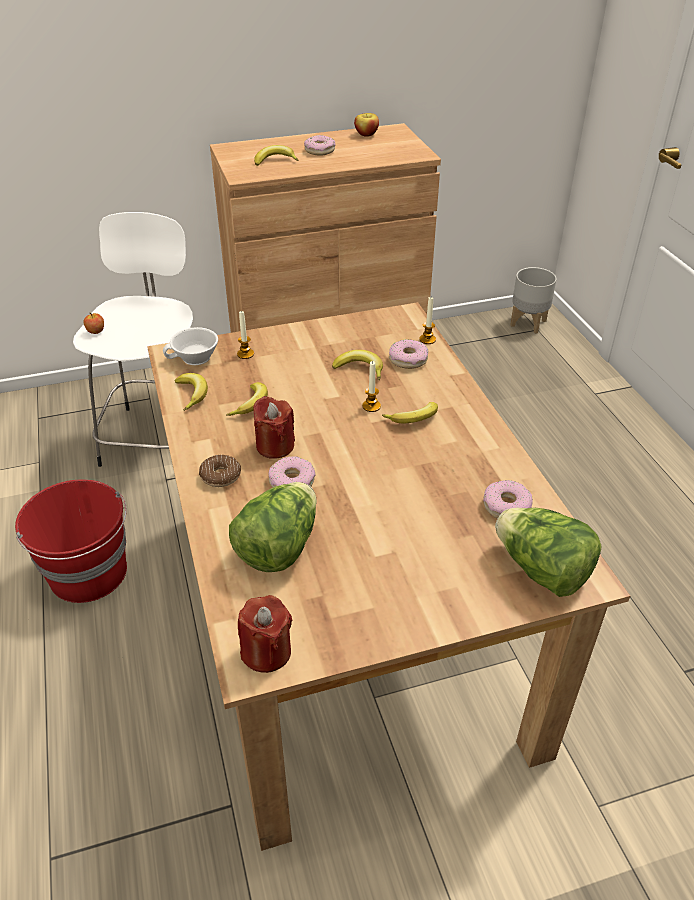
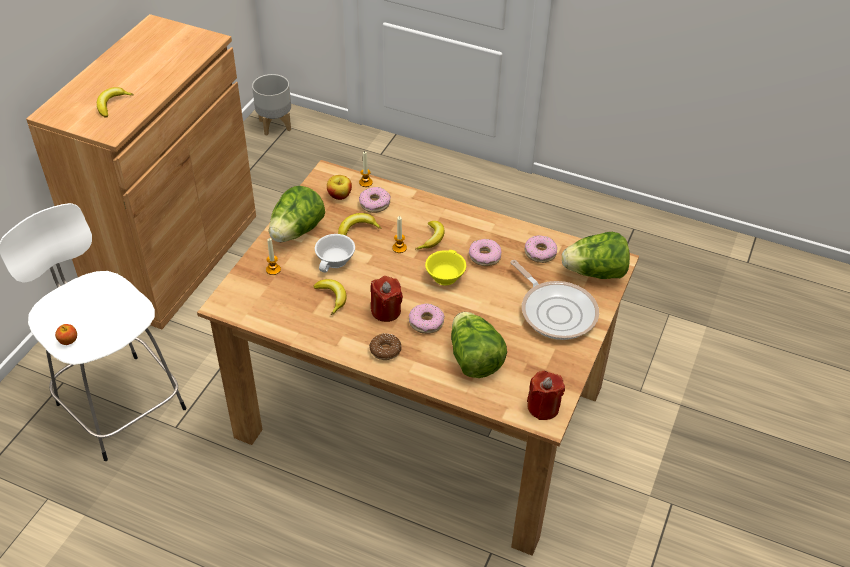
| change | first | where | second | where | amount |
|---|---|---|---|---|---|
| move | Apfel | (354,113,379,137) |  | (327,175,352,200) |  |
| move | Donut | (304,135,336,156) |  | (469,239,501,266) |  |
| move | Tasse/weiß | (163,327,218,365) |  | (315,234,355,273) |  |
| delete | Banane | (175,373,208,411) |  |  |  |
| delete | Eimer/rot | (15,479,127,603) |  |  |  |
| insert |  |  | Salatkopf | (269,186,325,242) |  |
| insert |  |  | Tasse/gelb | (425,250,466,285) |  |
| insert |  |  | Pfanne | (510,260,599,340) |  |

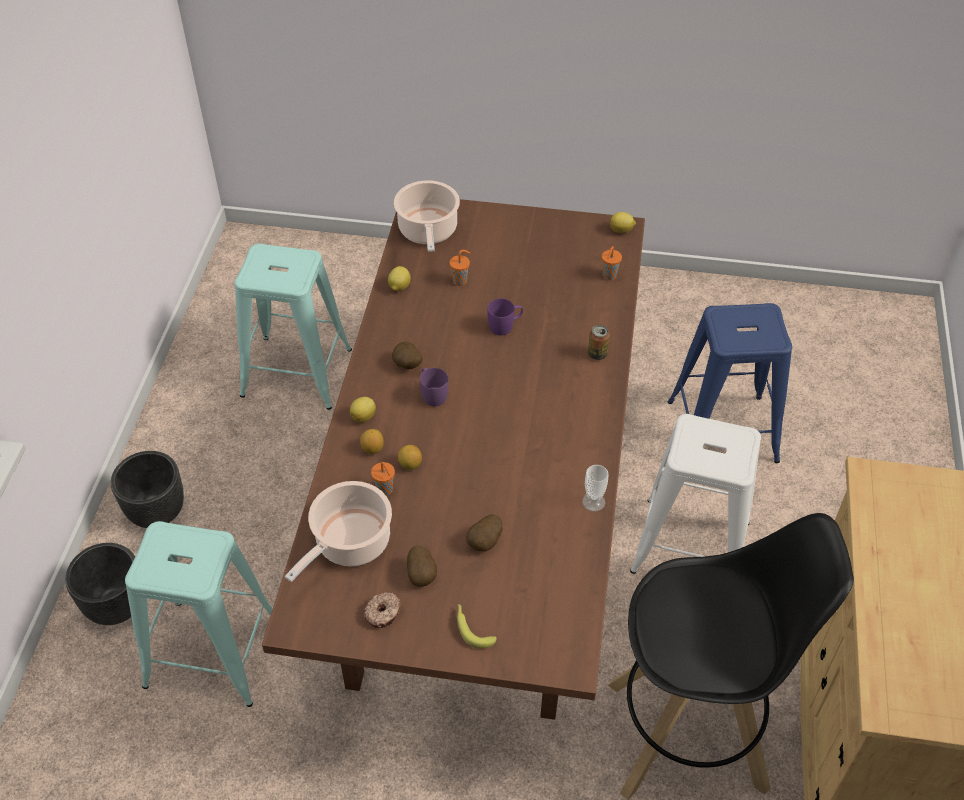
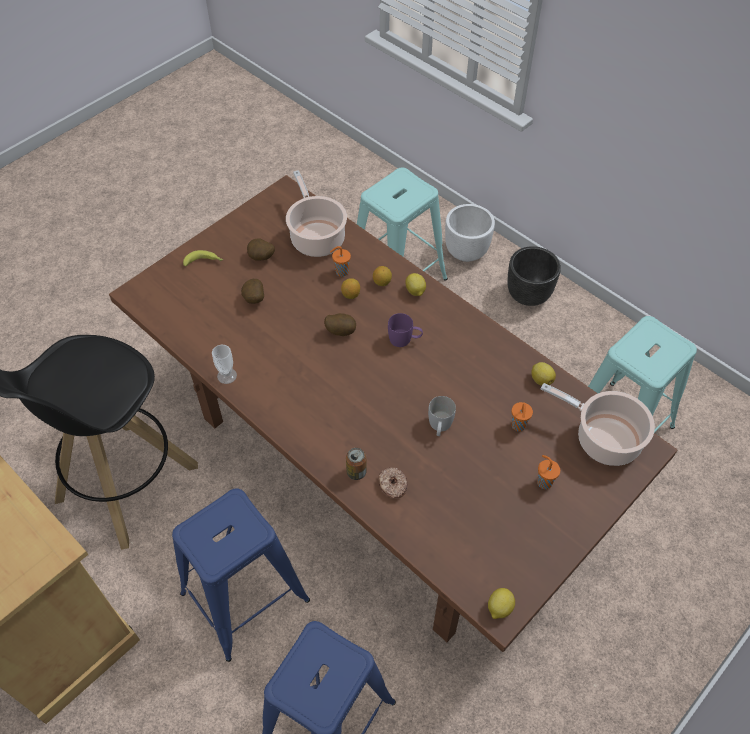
| change | first | where | second | where | amount |
|---|---|---|---|---|---|
| move | Tasse/orange | (602,246,622,280) |  | (537,455,560,489) |  |
| recolor | Henkelbecher/lila | (487,298,523,335) | Henkelbecher/weiß | (428,396,456,436) |  |
| move | Kartoffel | (392,342,423,369) |  | (324,313,356,336) |  |
| recolor | Hocker/weiß | (630,414,761,574) | Hocker/blau | (172,488,310,662) |  |
| recolor | Pflanzkübel/schwarz | (65,543,135,625) | Pflanzkübel/weiß | (445,204,495,262) |  |
| move | Donut | (364,592,401,628) |  | (378,467,407,499) |  |

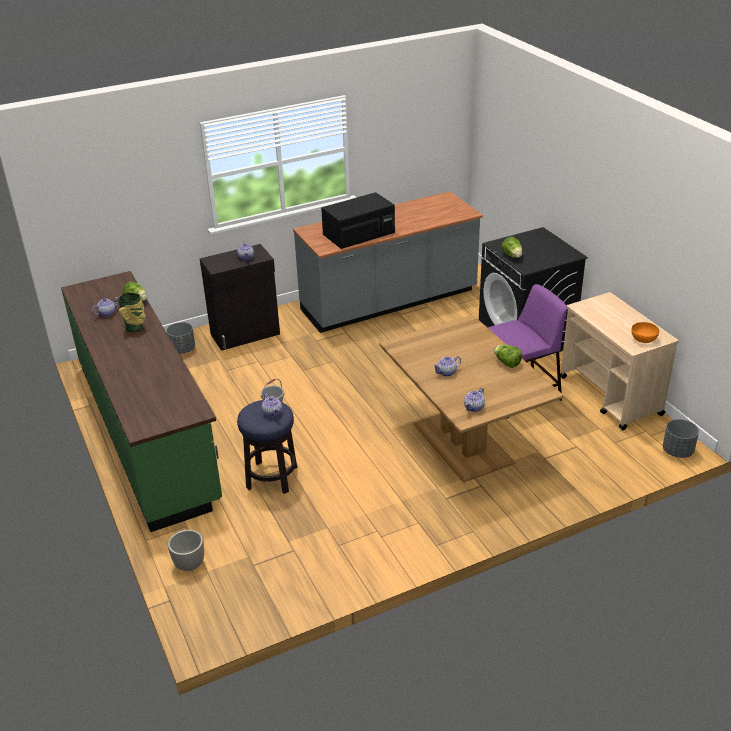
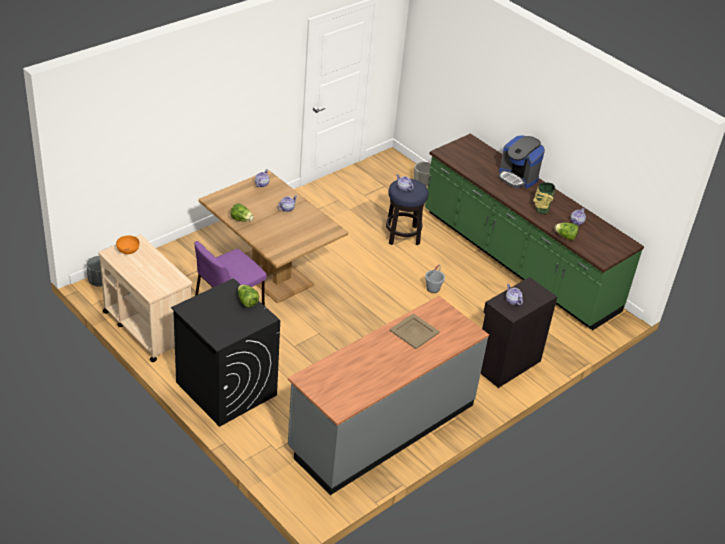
| change | first | where | second | where | amount |
|---|---|---|---|---|---|
| replace | Mikrowelle/schwarz | (321,192,395,249) | Tablett/beige | (389,313,440,349) |  |
| delete | Pflanzkübel/grau | (166,322,195,354) |  |  |  |
| insert |  |  | Kaffeemaschine | (498,135,545,189) |  |

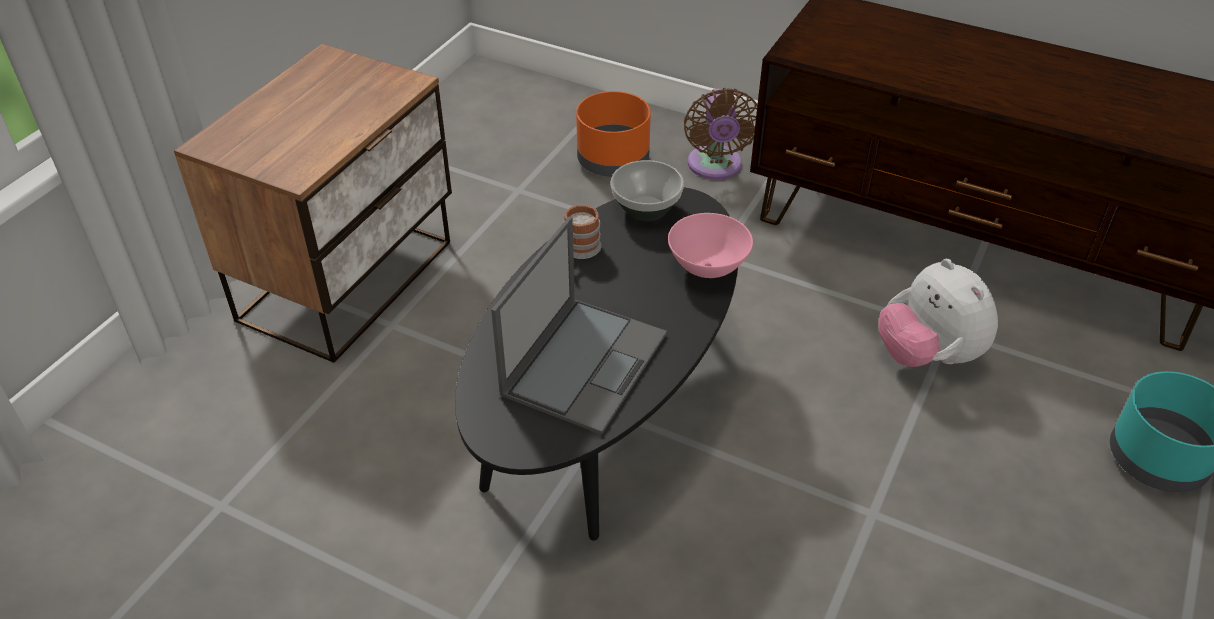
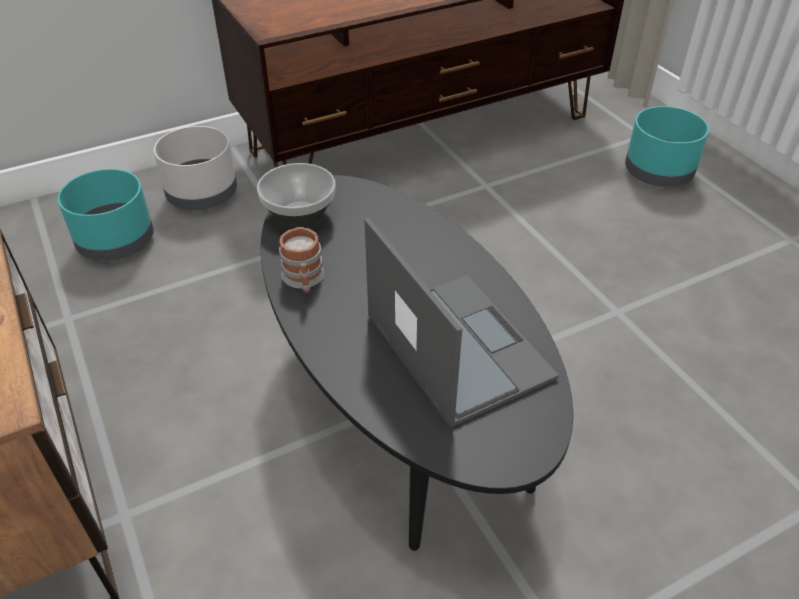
| change | first | where | second | where | amount |
|---|---|---|---|---|---|
| replace | Ventilator/braun | (684,88,757,180) | Pflanzkübel/grau | (154,126,237,210) |  |
| recolor | Pflanzkübel/orange | (576,91,651,177) | Pflanzkübel/türkis | (57,169,154,261) |  |
| delete | Schüssel/rosa | (668,213,753,278) |  |  |  |
| delete | Plüschtier | (878,258,998,367) |  |  |  |

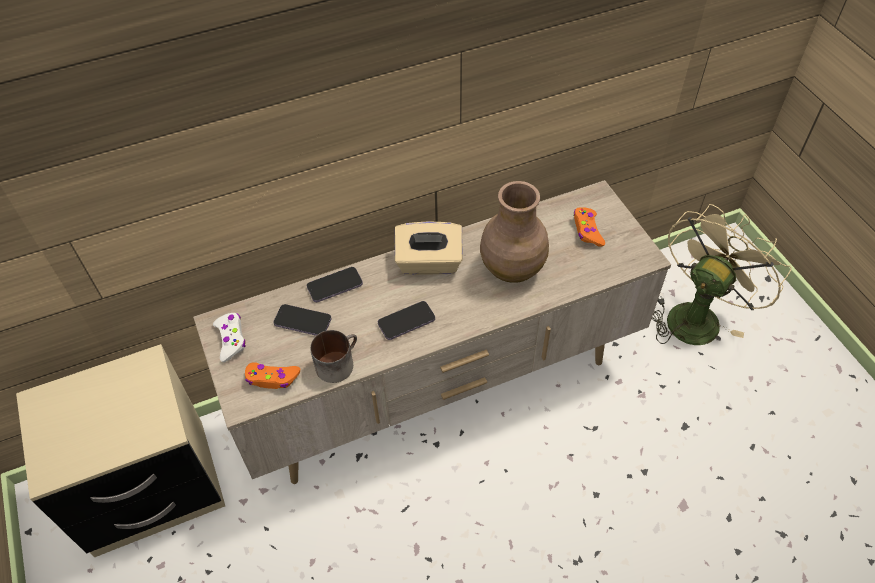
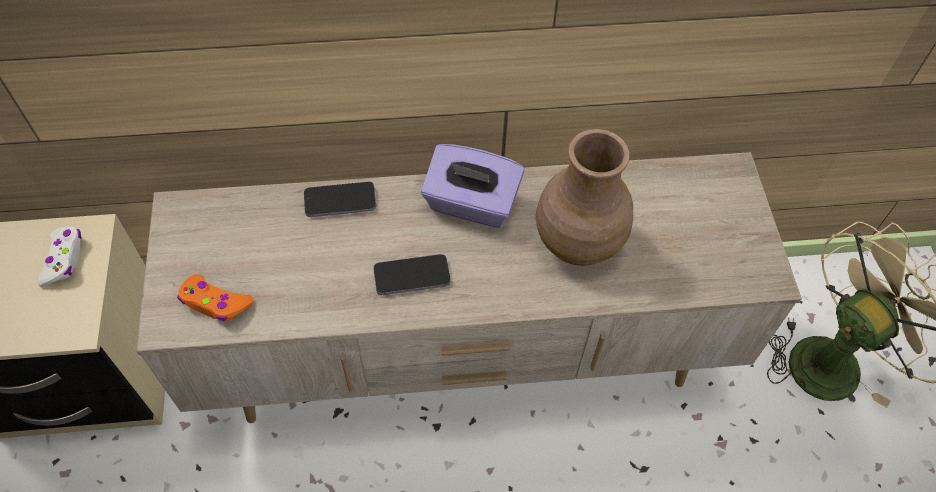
| change | first | where | second | where | amount |
|---|---|---|---|---|---|
| delete | Gamepad/orange | (574,207,605,247) |  |  |  |
| recolor | Taschentuchbox/beige | (395,221,462,275) | Taschentuchbox/lila | (421,144,524,228) |  |
| delete | Handy | (273,304,332,336) |  |  |  |
| move | Gamepad/weiß | (213,313,246,362) |  | (37,226,81,287) |  |
| delete | Henkelbecher | (310,330,357,383) |  |  |  |

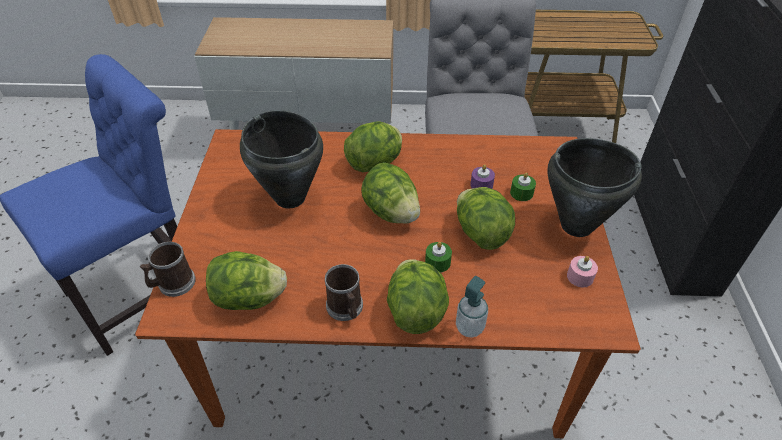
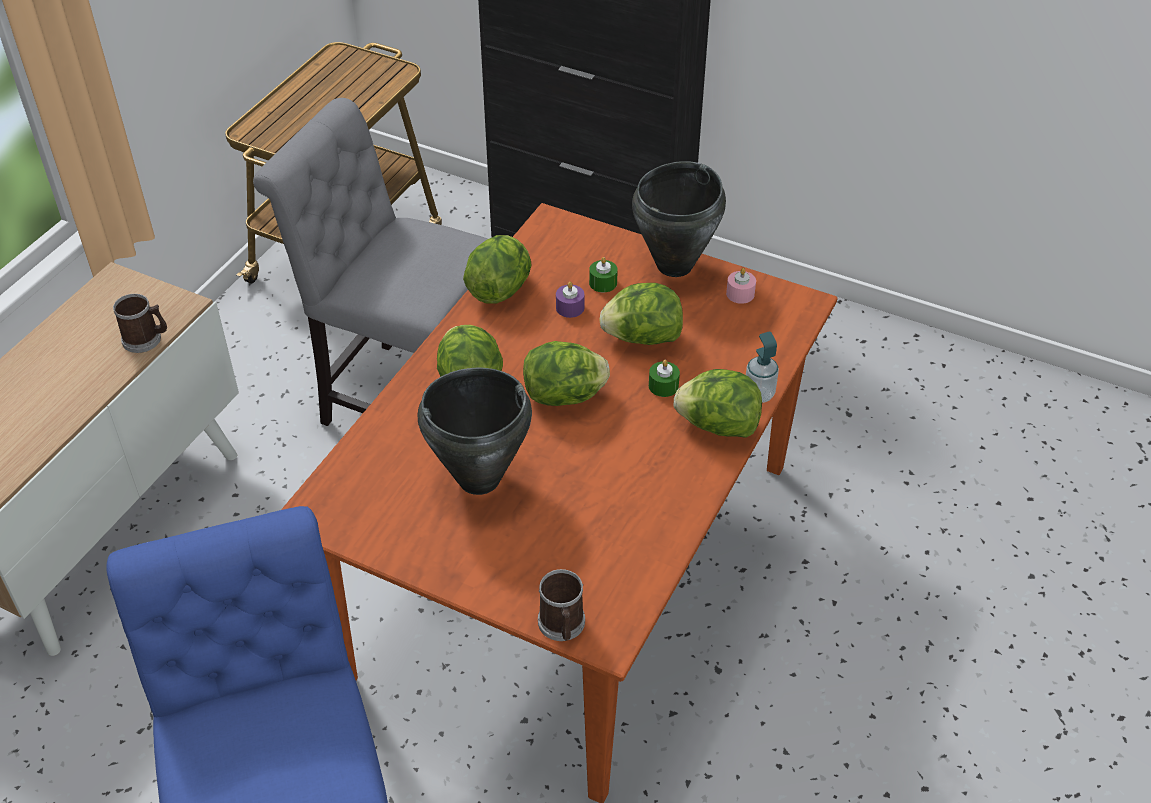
| change | first | where | second | where | amount |
|---|---|---|---|---|---|
| move | Salatkopf | (206,251,287,310) |  | (463,235,531,304) |  |
| move | Henkelbecher | (325,264,363,321) |  | (113,294,167,353) |  |

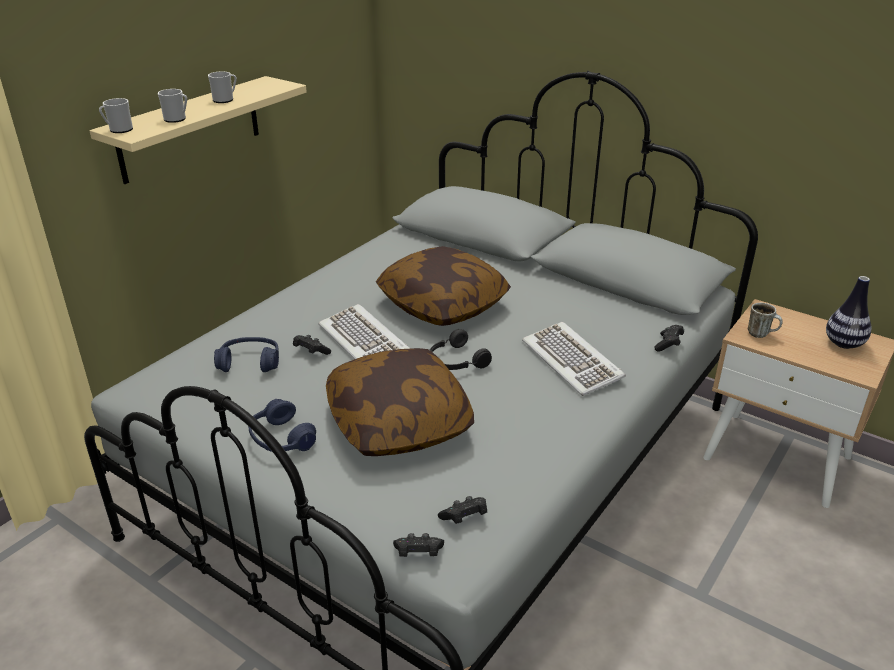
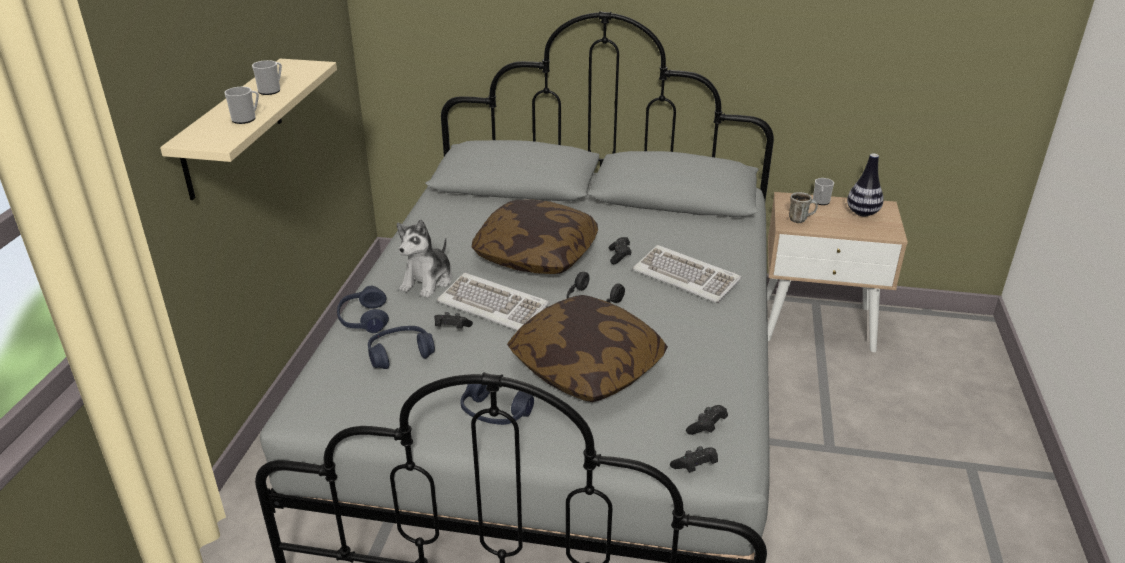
| change | first | where | second | where | amount |
|---|---|---|---|---|---|
| move | Henkelbecher | (99,98,133,133) |  | (813,178,834,205) |  |
| move | Gamepad/schwarz | (655,325,684,351) |  | (609,237,632,264) |  |
| insert |  |  | Plüschtier | (397,219,452,298) |  |
| insert |  |  | Kopfhörer/blau | (337,285,389,333) |  |

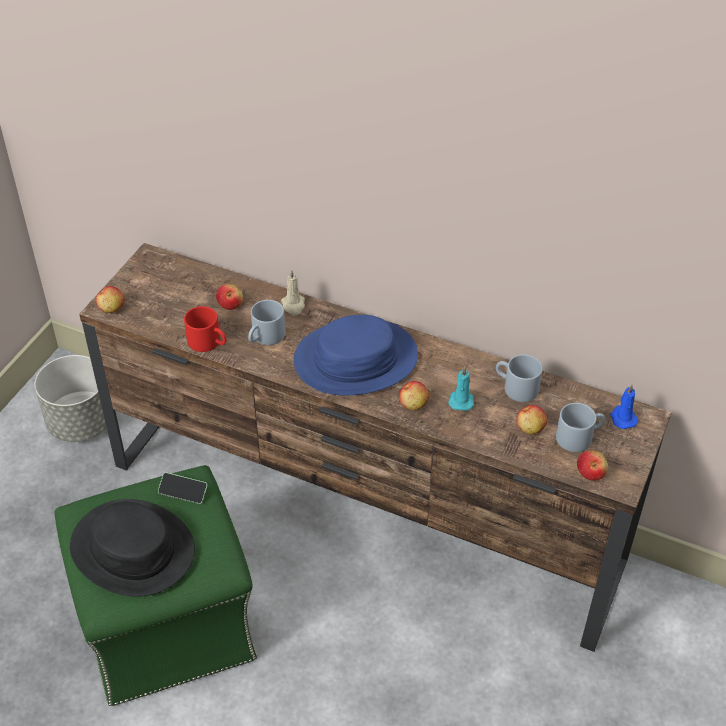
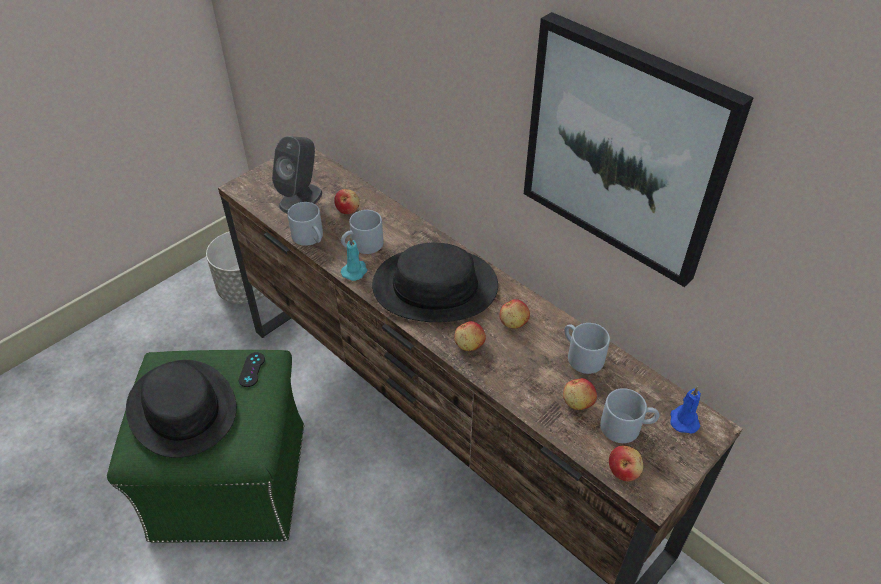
| change | first | where | second | where | amount |
|---|---|---|---|---|---|
| delete | Kerze/beige | (281,270,305,315) |  |  |  |
| move | Apfel | (96,286,125,313) |  | (499,299,530,329) |  |
| recolor | Henkelbecher/rot | (184,306,226,352) | Henkelbecher/grau | (287,202,323,246) |  |
| recolor | Hut/blau | (294,315,418,395) | Hut/schwarz | (372,243,498,322) |  |
| move | Kerze/türkis | (448,367,474,411) |  | (341,236,368,281) |  |
| replace | Handy | (158,472,207,504) | Gamepad/schwarz | (239,352,265,387) |  |
| insert |  |  | Bild | (524,12,754,287) |  |
| insert |  |  | Lautsprecher/grau | (272,136,322,213) |  |

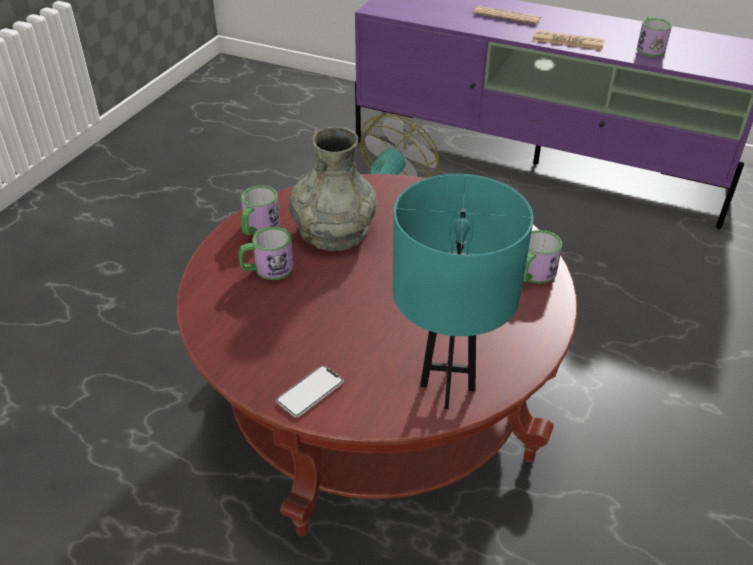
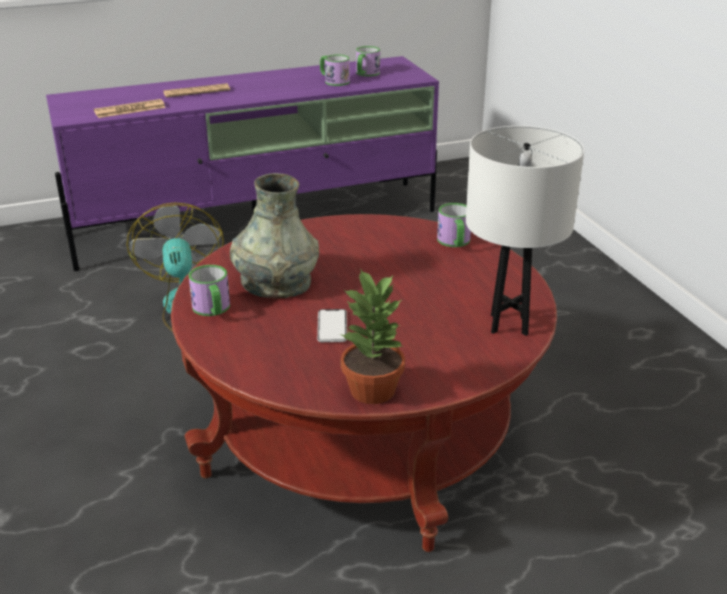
| change | first | where | second | where | amount |
|---|---|---|---|---|---|
| move | Zeitung | (532,30,605,50) |  | (94,99,166,118) |  |
| recolor | Tischlampe/türkis | (393,174,533,409) | Tischlampe/weiß | (466,126,584,336) |  |
| move | Henkelbecher | (238,227,294,280) |  | (356,46,380,77) |  |
| move | Handy | (276,365,344,417) |  | (317,309,347,342) |  |
| insert |  |  | Topfpflanze | (340,268,405,404) |  |

